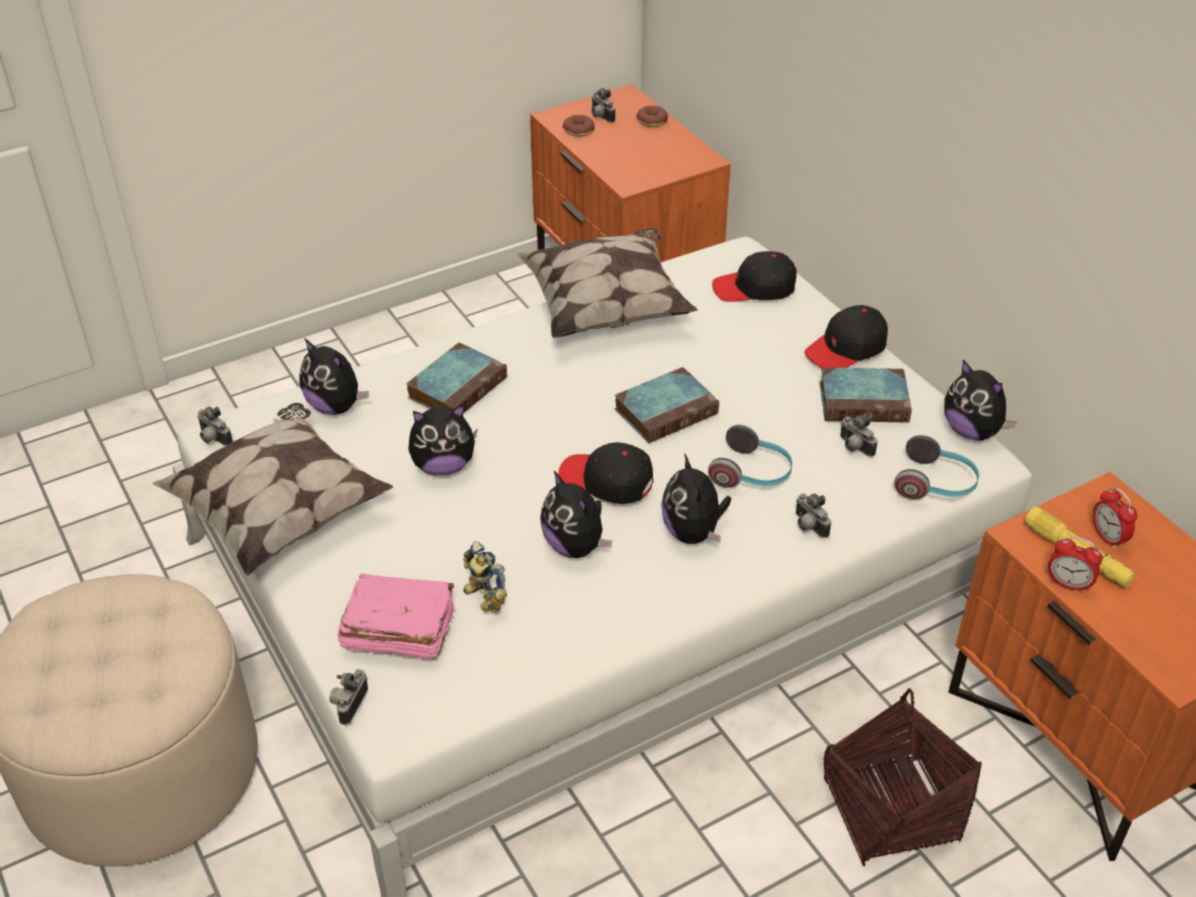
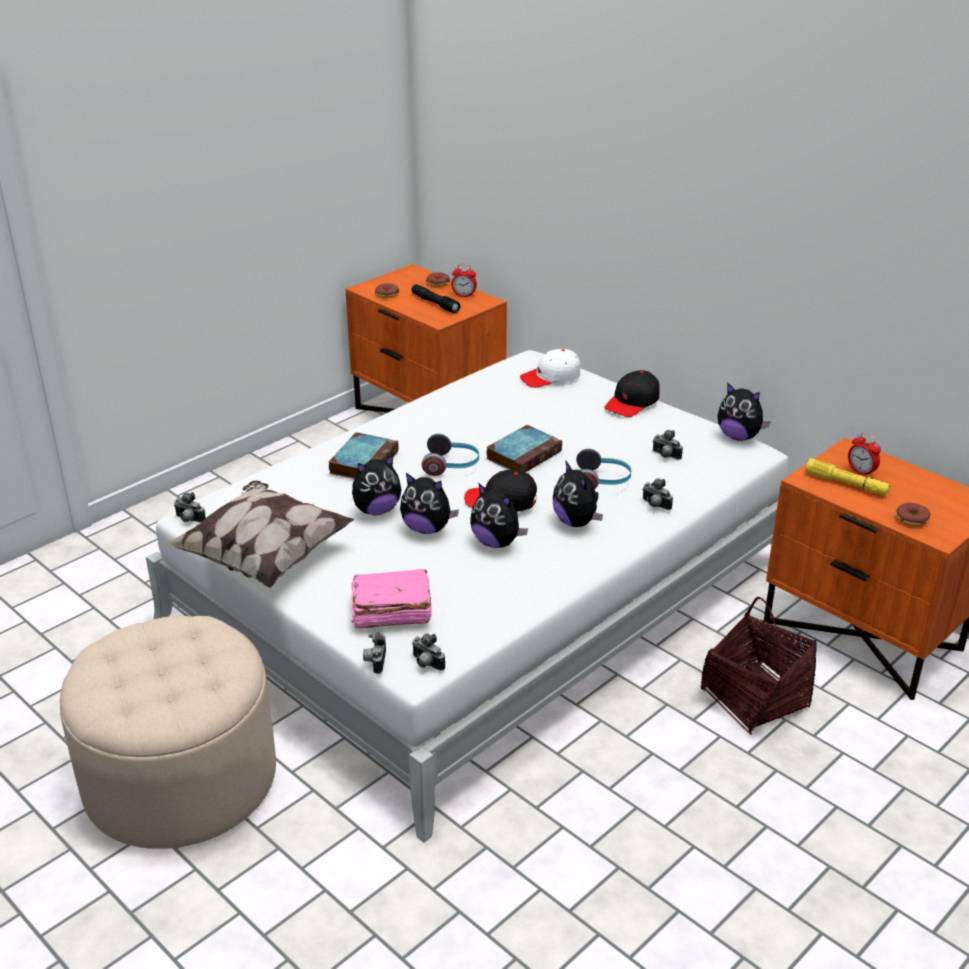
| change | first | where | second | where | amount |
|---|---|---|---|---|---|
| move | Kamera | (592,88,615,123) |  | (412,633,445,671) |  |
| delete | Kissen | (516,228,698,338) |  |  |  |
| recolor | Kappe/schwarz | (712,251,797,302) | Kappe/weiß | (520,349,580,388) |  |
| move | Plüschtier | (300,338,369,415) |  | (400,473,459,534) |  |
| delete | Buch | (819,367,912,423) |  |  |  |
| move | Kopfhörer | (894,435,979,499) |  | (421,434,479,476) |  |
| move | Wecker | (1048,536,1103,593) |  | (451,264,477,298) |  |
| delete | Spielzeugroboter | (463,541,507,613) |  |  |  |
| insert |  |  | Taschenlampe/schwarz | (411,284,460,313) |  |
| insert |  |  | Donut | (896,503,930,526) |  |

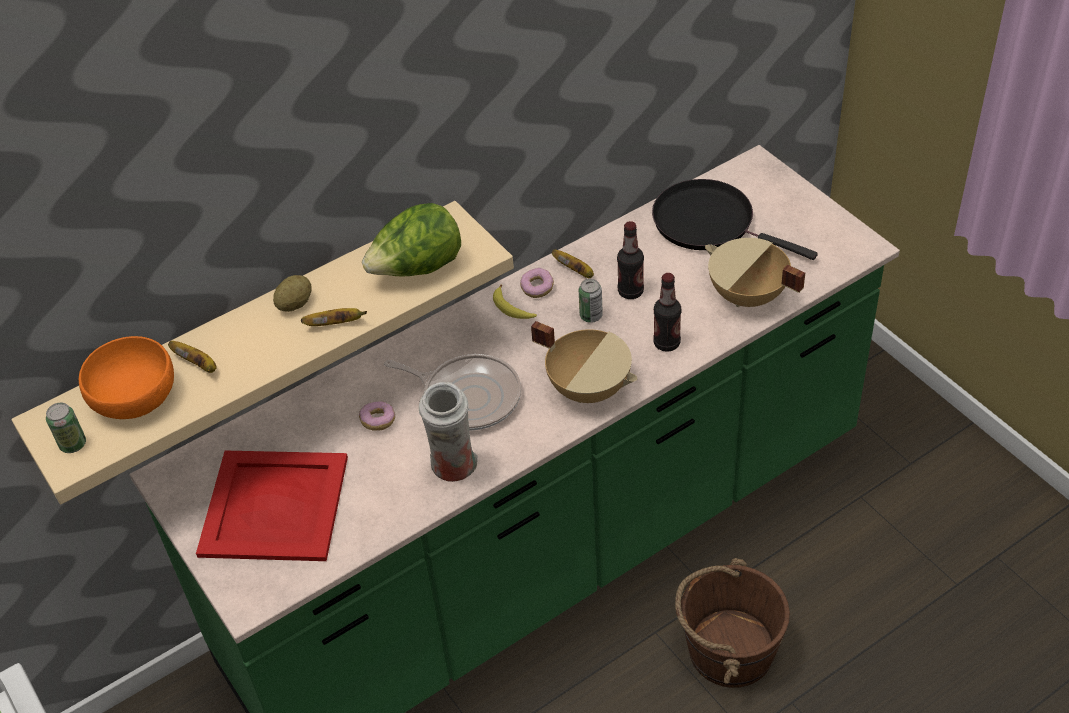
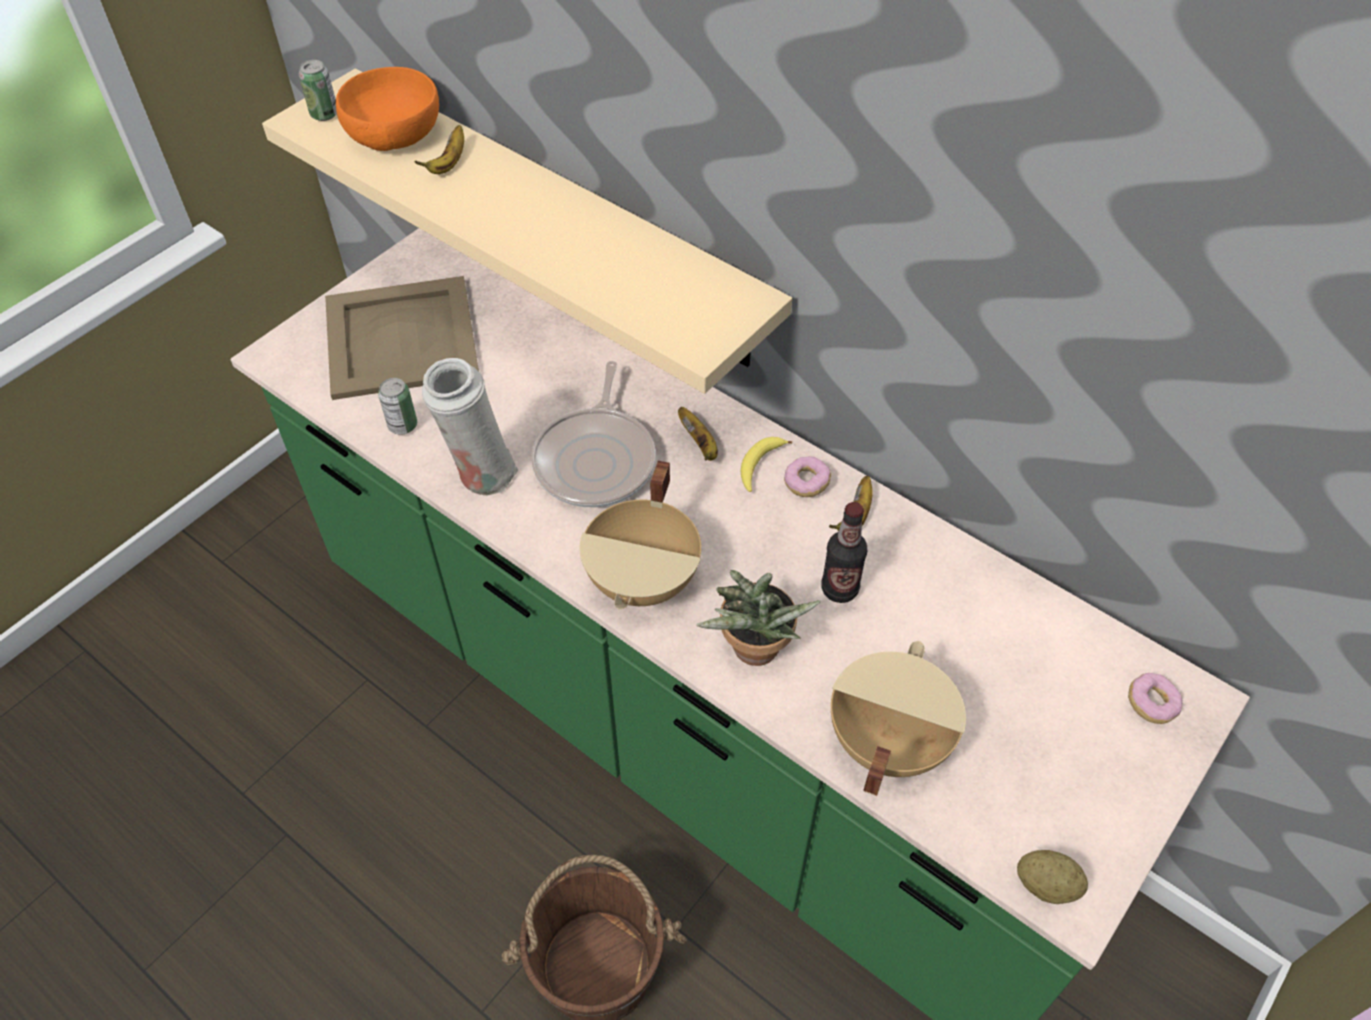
| change | first | where | second | where | amount |
|---|---|---|---|---|---|
| delete | Pfanne/schwarz | (652,179,818,260) |  |  |  |
| delete | Salatkopf | (362,203,461,277) |  |  |  |
| replace | Flasche | (653,273,681,352) | Topfpflanze | (696,570,821,666) |  |
| move | Kartoffel | (273,275,312,312) |  | (1017,850,1088,904) |  |
| move | Dose | (579,279,603,323) |  | (378,378,417,435) |  |
| move | Banane | (301,308,367,326) |  | (678,407,718,461) |  |
| move | Donut | (359,401,395,431) |  | (1128,673,1183,724) |  |
| recolor | Tablett/rot | (196,451,348,561) | Tablett/beige | (325,276,479,400) |  |

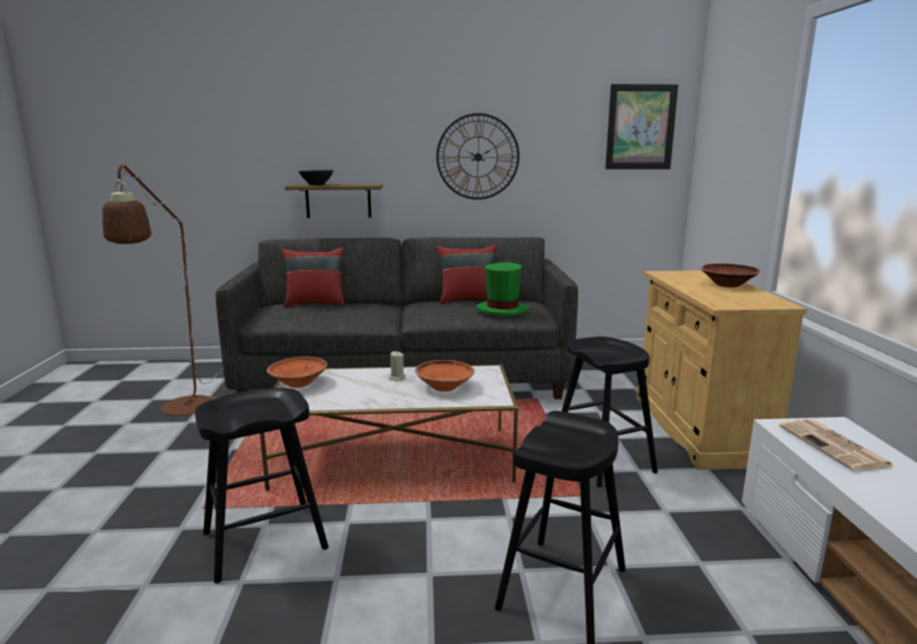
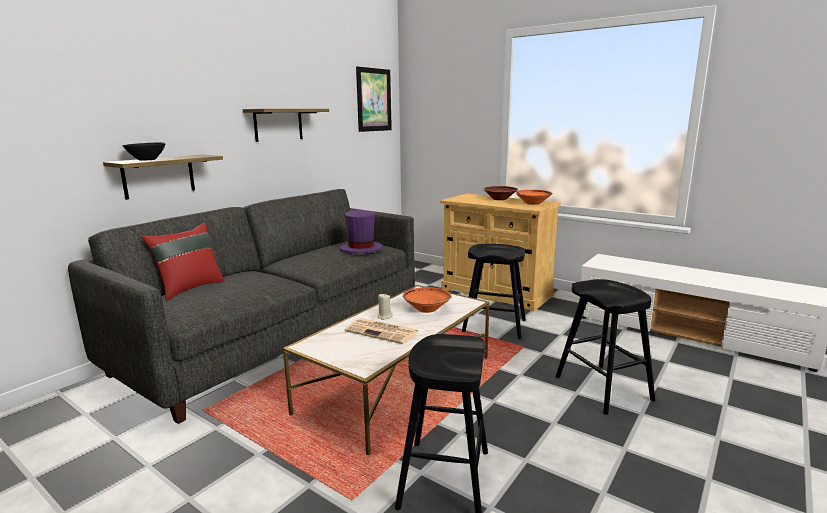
| change | first | where | second | where | amount |
|---|---|---|---|---|---|
| replace | Wanduhr | (436,113,519,200) | Wandregal | (243,109,329,142) |  |
| delete | Stehlampe/braun | (102,162,223,416) |  |  |  |
| delete | Kissen/rot | (437,245,496,304) |  |  |  |
| recolor | Hut/grün | (477,262,529,315) | Hut/lila | (339,210,383,254) |  |
| move | Schüssel/orange | (267,357,328,388) |  | (516,190,553,205) |  |
| move | Zeitung | (779,419,894,471) |  | (344,318,419,344) |  |

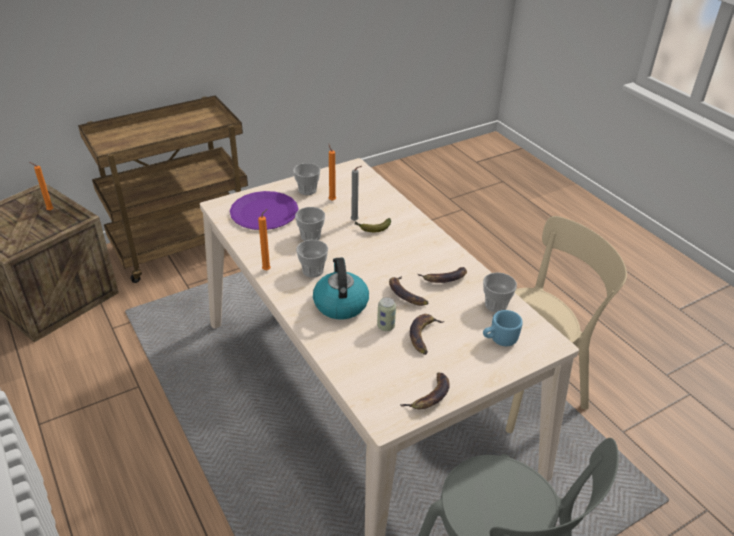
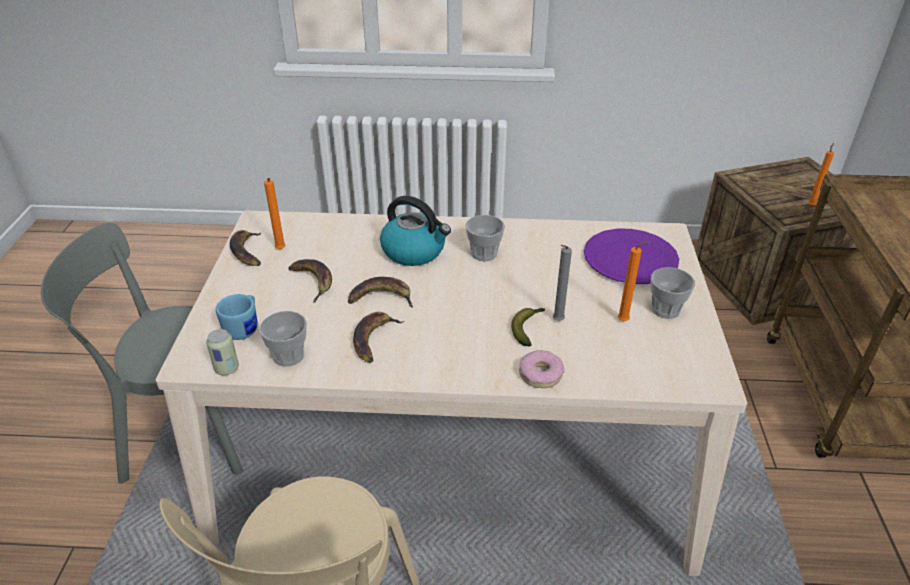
| change | first | where | second | where | amount |
|---|---|---|---|---|---|
| delete | Tasse | (295,207,325,241) |  |  |  |
| move | Kerze/orange | (258,209,271,270) |  | (264,178,286,250) |  |
| move | Dose | (377,297,396,331) |  | (206,329,239,375) |  |
| insert |  |  | Donut | (519,350,564,388) |  |

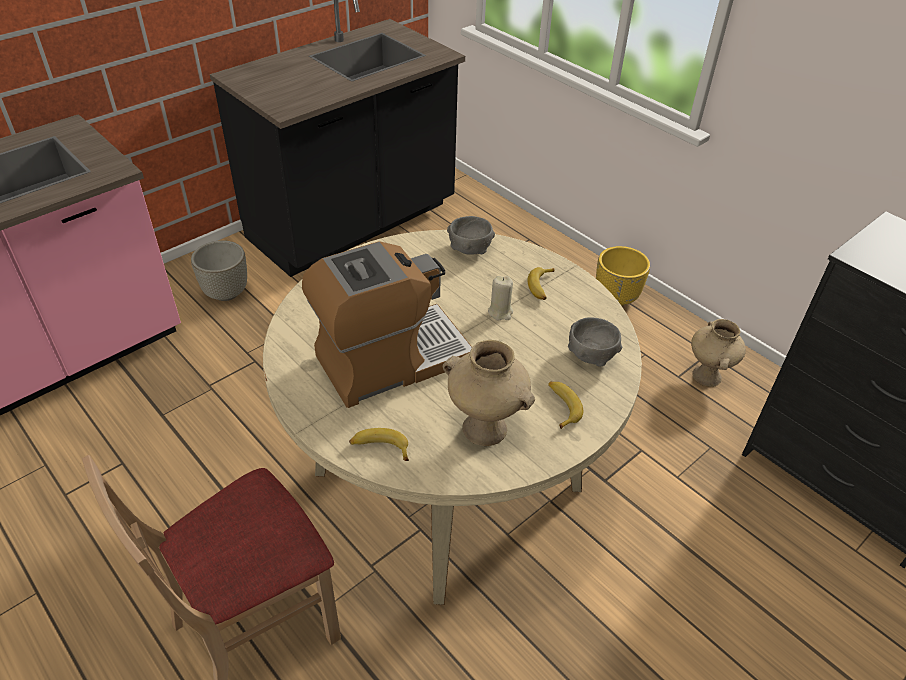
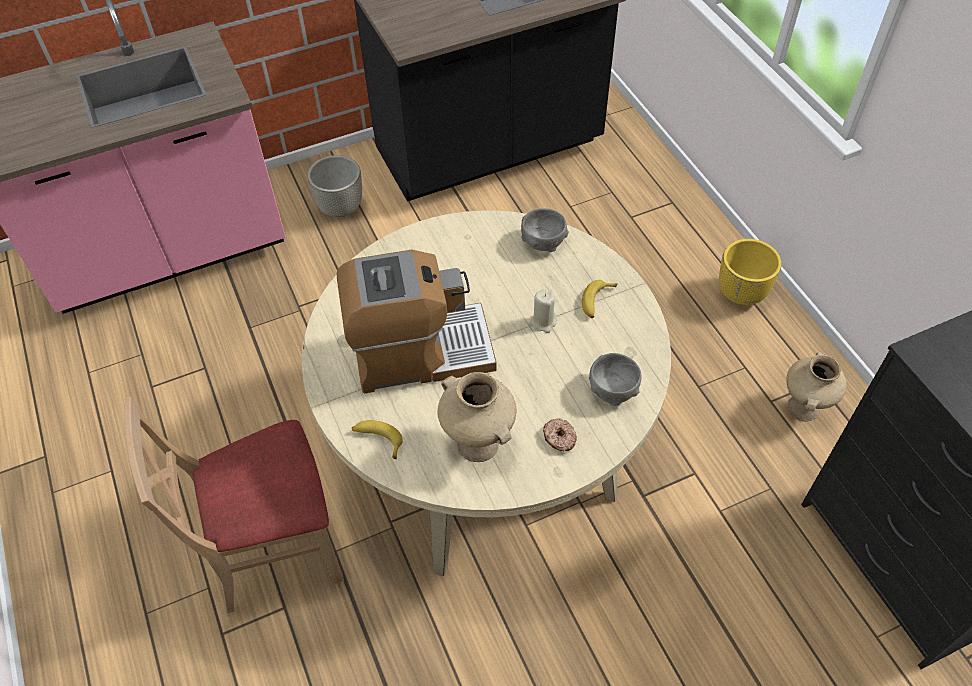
| change | first | where | second | where | amount |
|---|---|---|---|---|---|
| replace | Banane | (548,382,583,429) | Donut | (543,418,577,451) |  |

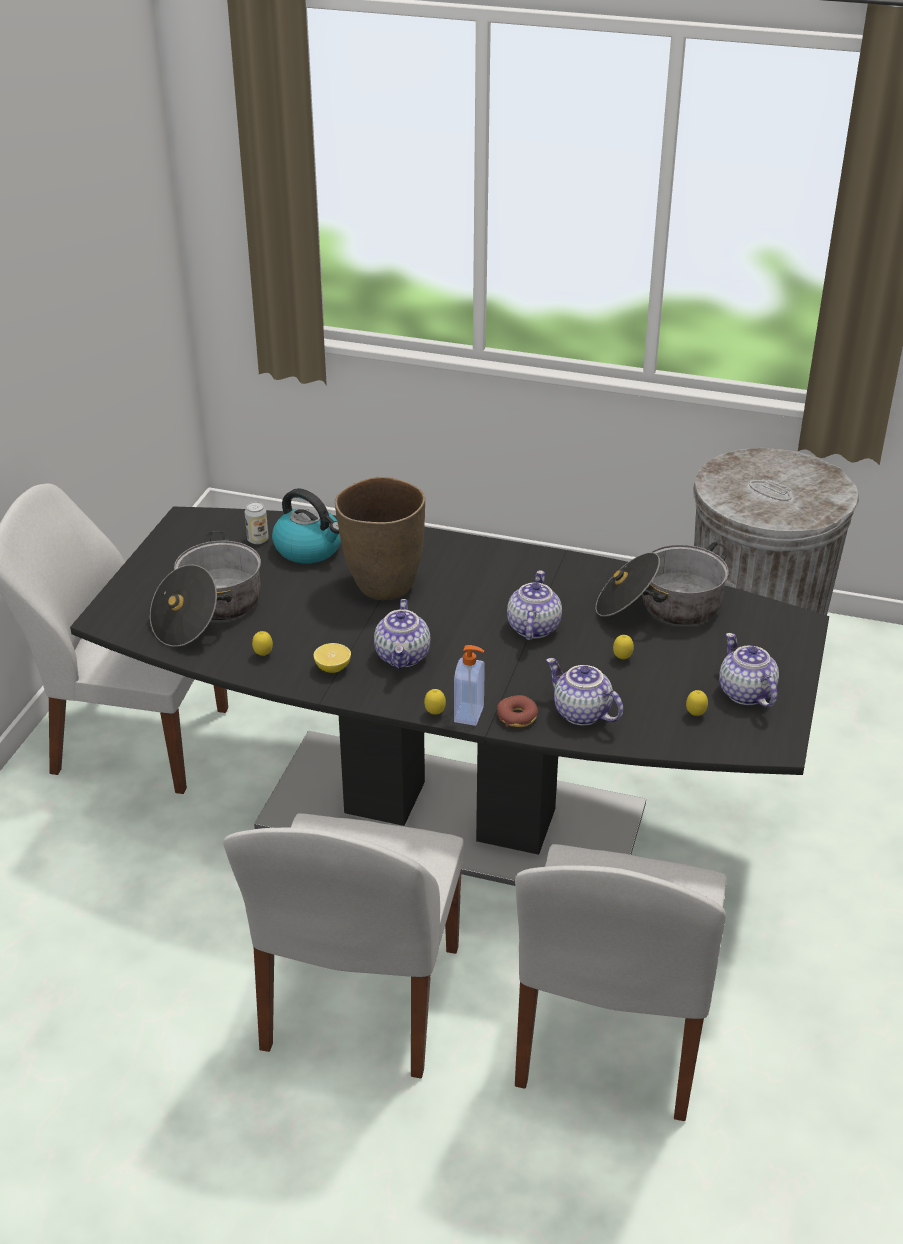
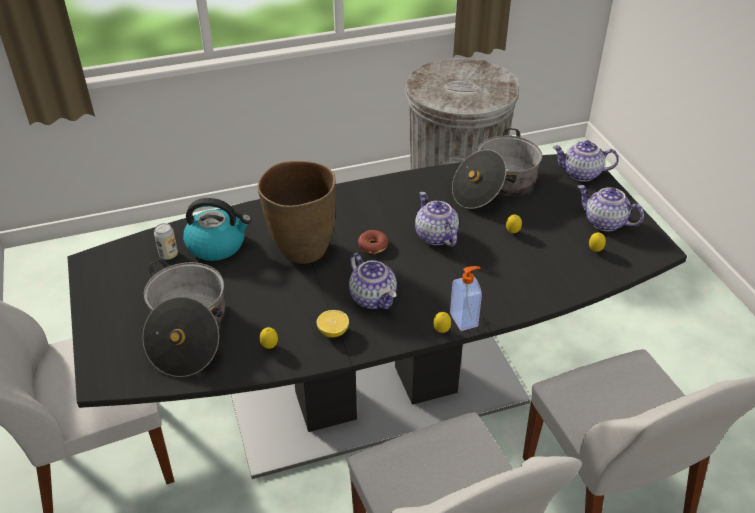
| change | first | where | second | where | amount |
|---|---|---|---|---|---|
| move | Teekanne | (546,658,623,726) |  | (553,140,619,182) |  |
| move | Donut | (497,695,539,727) |  | (358,230,388,255) |  |

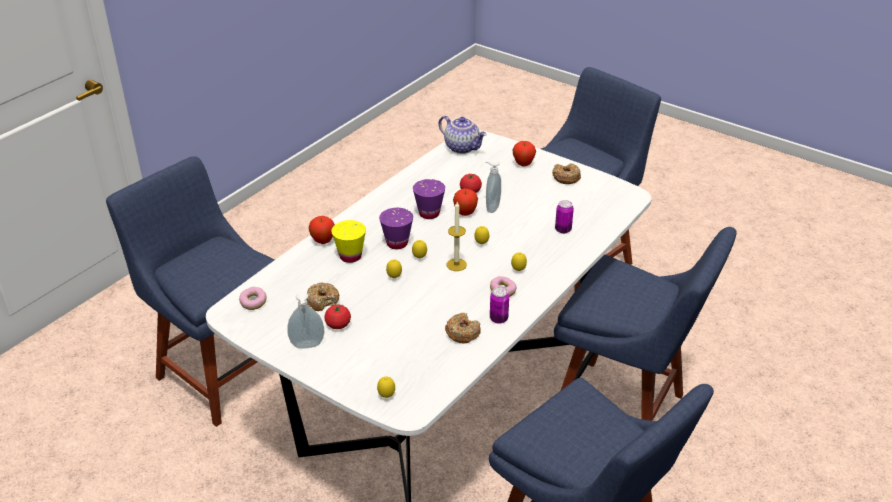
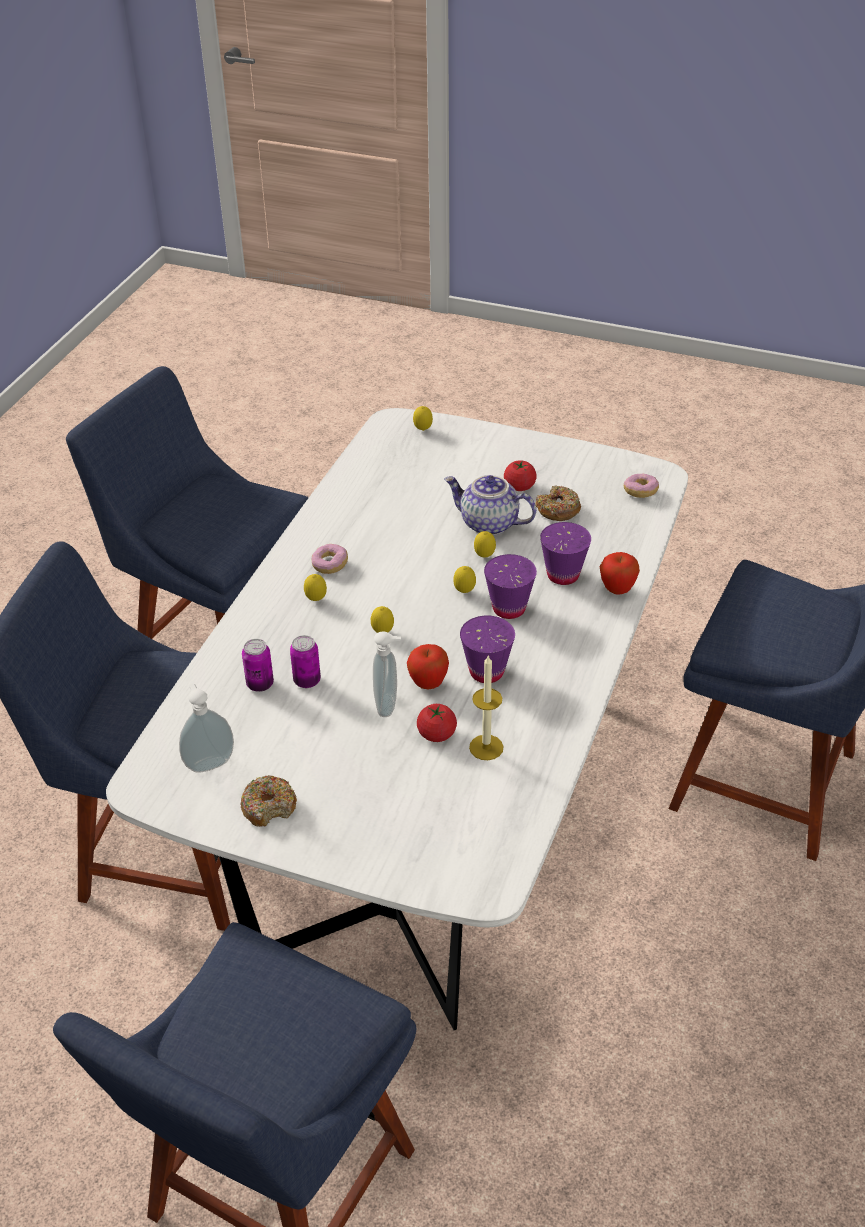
| change | first | where | second | where | amount |
|---|---|---|---|---|---|
| move | Teekanne | (439,116,487,154) |  | (444,475,536,536) |  |
| delete | Apfel | (512,141,536,167) |  |  |  |
| move | Kerze | (447,202,467,271) |  | (469,655,503,760) |  |
| recolor | Tasse/gelb | (331,220,366,263) | Tasse/lila | (540,522,591,585) |  |
| move | Dose | (490,287,509,324) |  | (290,635,321,688) |  |
| move | Seifenspender | (287,292,324,348) |  | (179,684,234,773) |  |
| delete | Donut | (445,313,481,343) |  |  |  |

